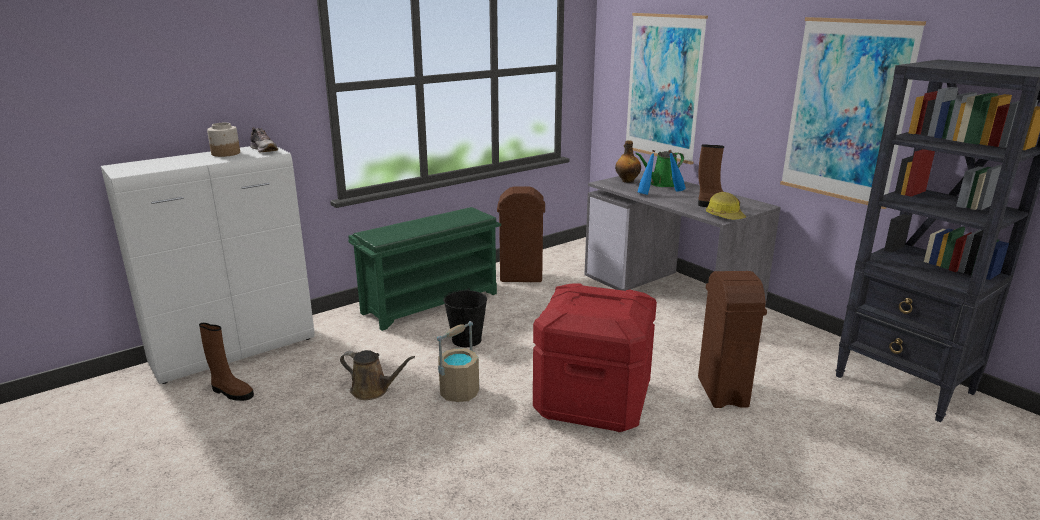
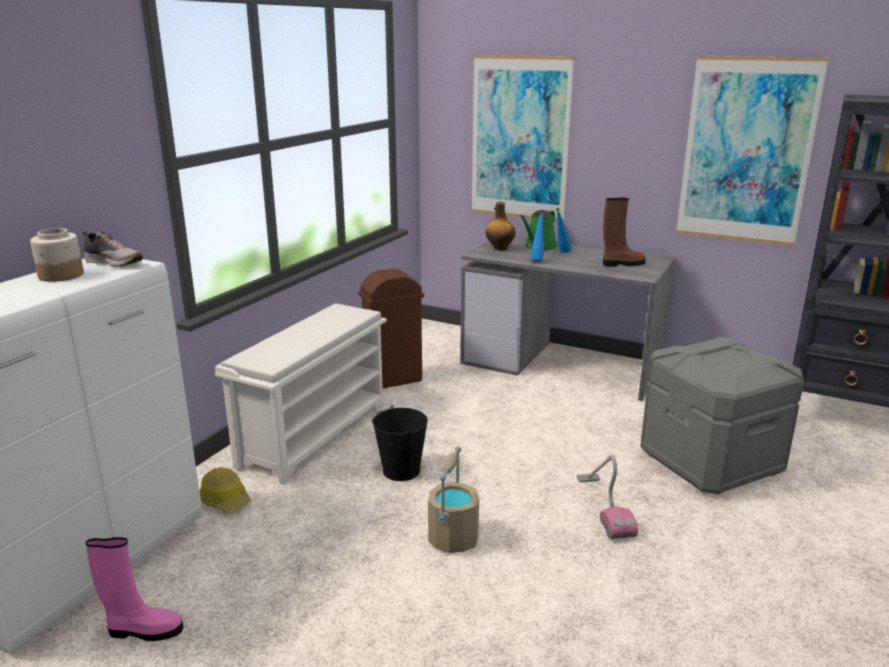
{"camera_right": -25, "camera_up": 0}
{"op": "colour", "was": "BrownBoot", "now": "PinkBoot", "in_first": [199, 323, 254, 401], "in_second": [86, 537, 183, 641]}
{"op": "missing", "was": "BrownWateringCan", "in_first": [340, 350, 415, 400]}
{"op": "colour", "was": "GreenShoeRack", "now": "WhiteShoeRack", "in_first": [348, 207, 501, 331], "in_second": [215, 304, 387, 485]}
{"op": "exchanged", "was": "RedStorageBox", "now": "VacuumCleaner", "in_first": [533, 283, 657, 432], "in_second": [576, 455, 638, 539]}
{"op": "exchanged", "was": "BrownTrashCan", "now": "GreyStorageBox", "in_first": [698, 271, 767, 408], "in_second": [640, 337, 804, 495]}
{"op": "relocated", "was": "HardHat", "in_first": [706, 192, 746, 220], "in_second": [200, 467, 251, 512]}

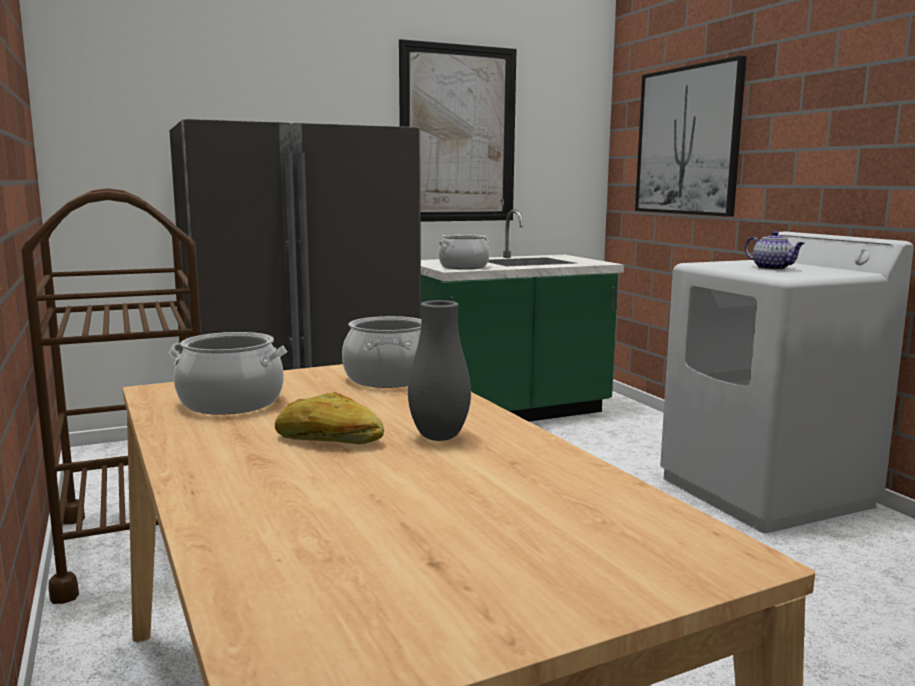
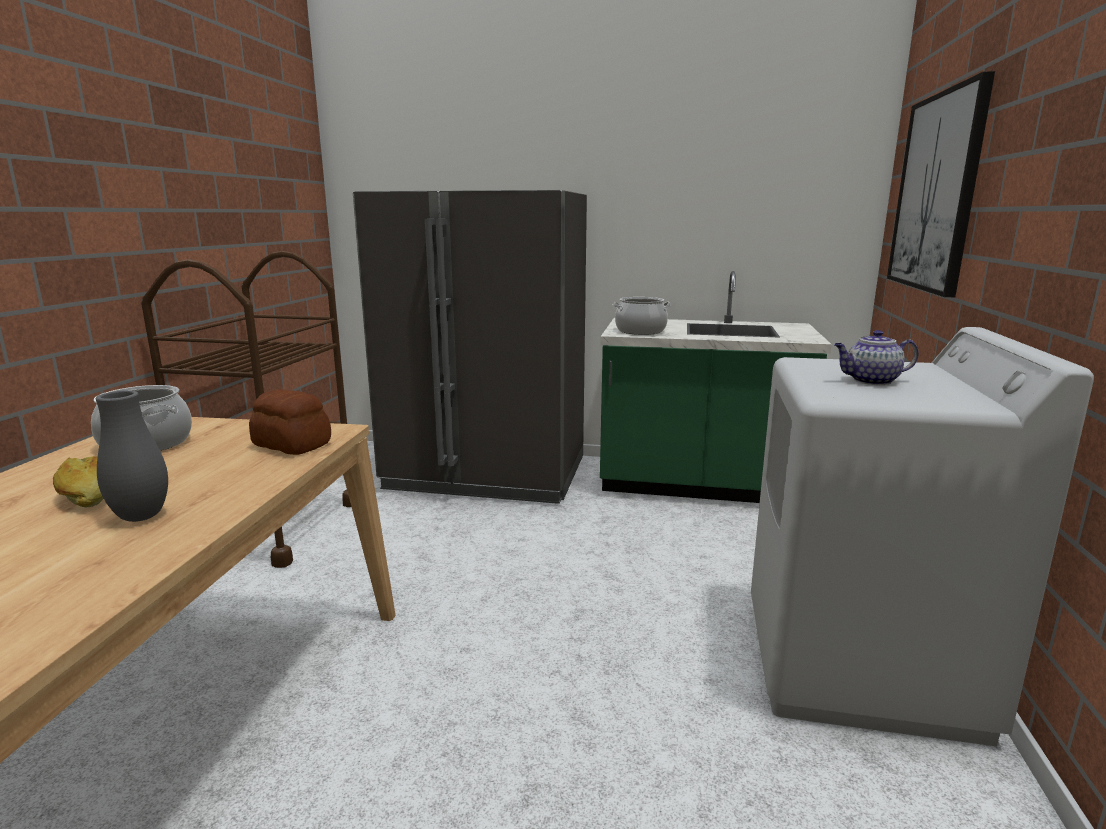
{"camera_right": 35, "camera_up": 5}
{"op": "exchanged", "was": "CookingPot", "now": "Bread", "in_first": [342, 316, 421, 388], "in_second": [249, 389, 331, 455]}
{"op": "missing", "was": "Picture", "in_first": [399, 39, 517, 222]}
{"op": "spun", "was": "Teapot", "in_first": [745, 231, 805, 270], "in_second": [834, 330, 919, 385], "clockwise": 90}

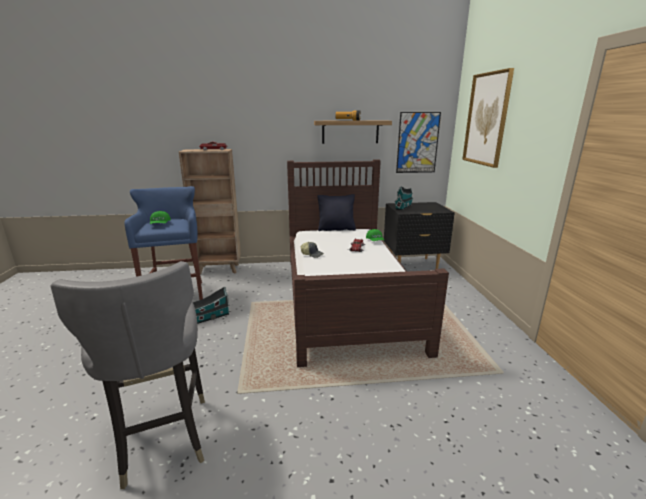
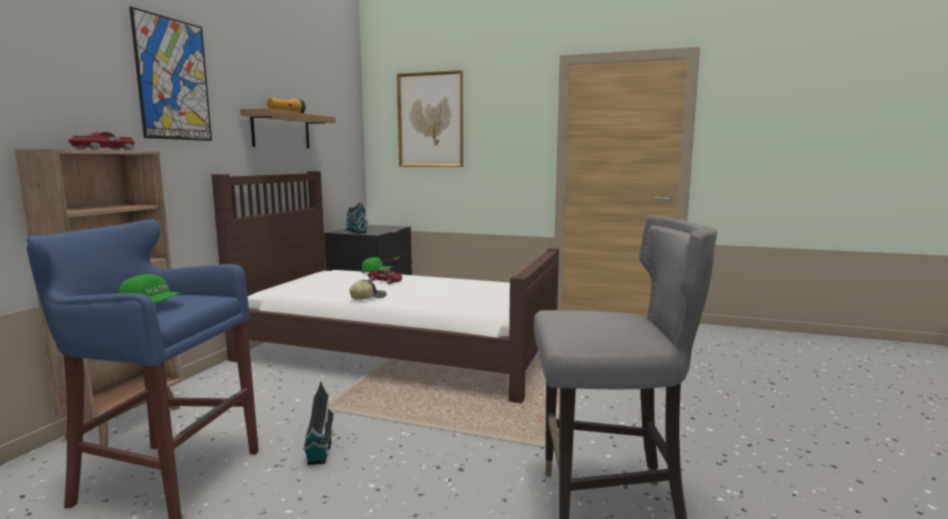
{"camera_right": -65, "camera_up": -10}
{"op": "missing", "was": "BlackPillow", "in_first": [317, 194, 356, 231]}
{"op": "relocated", "was": "Picture", "in_first": [396, 112, 441, 173], "in_second": [129, 7, 212, 141]}

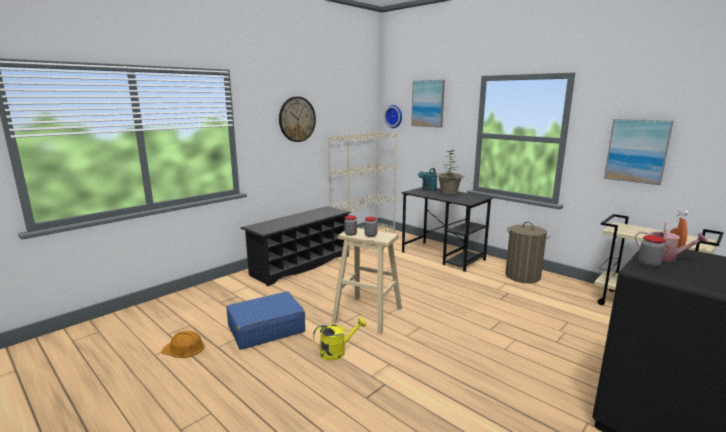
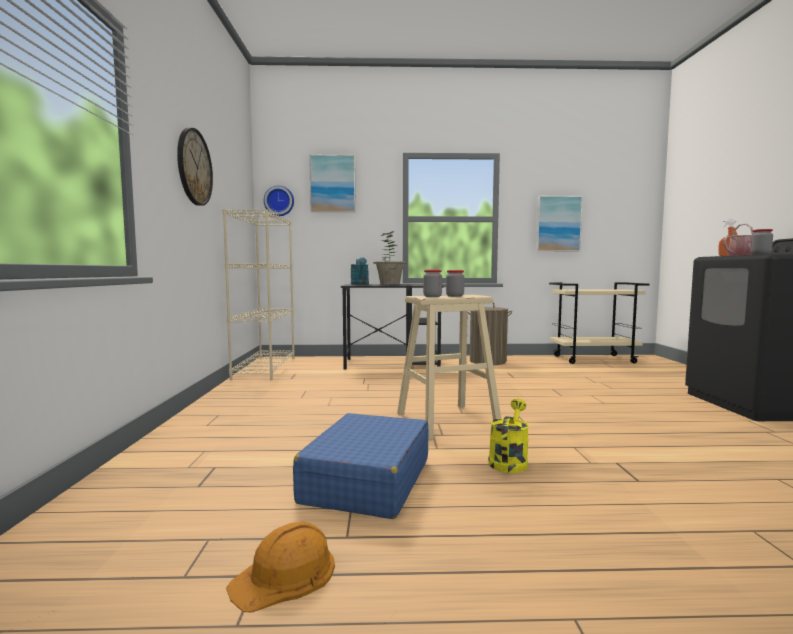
{"camera_right": -45, "camera_up": -10}
{"op": "missing", "was": "BlackShoeRack", "in_first": [240, 206, 351, 286]}

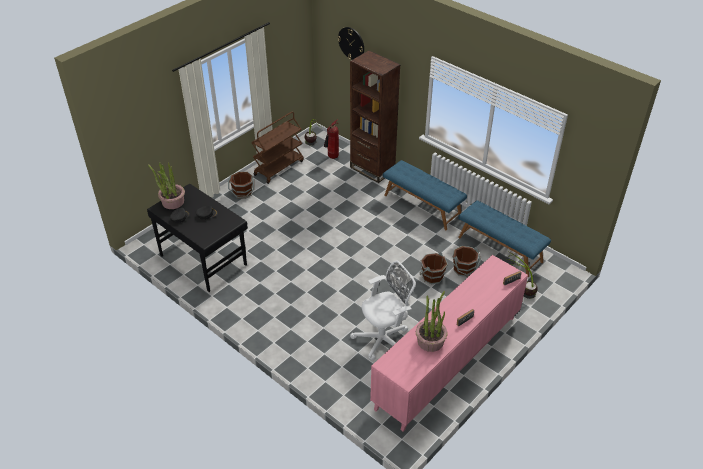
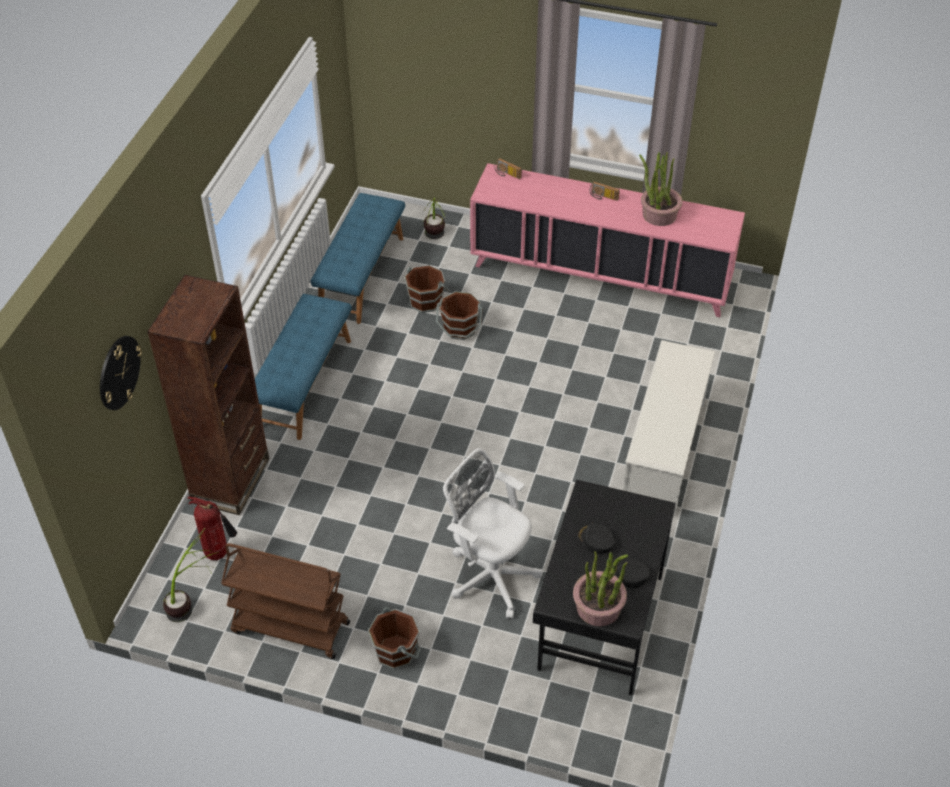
{"camera_right": -115, "camera_up": 5}
{"op": "relocated", "was": "WhiteOfficeChair", "in_first": [350, 261, 416, 360], "in_second": [443, 448, 543, 619]}
{"op": "appeared", "now": "WhiteShoeRack", "in_second": [623, 340, 715, 517]}

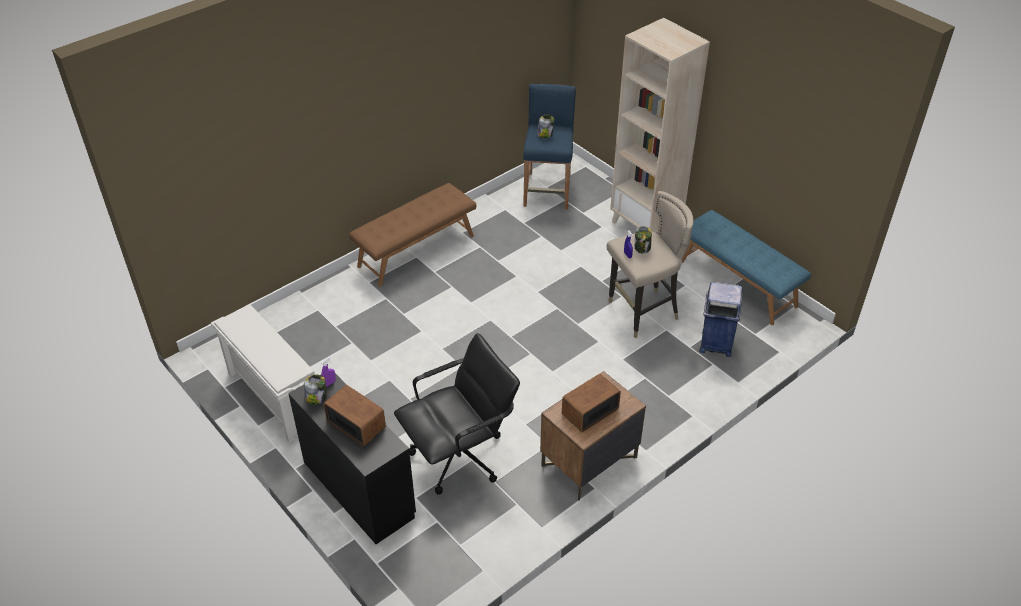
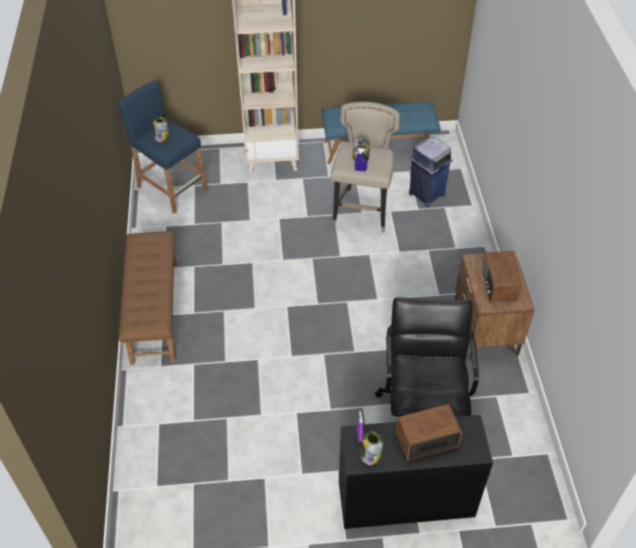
{"camera_right": -55, "camera_up": 5}
{"op": "missing", "was": "WhiteShoeRack", "in_first": [211, 304, 318, 443]}

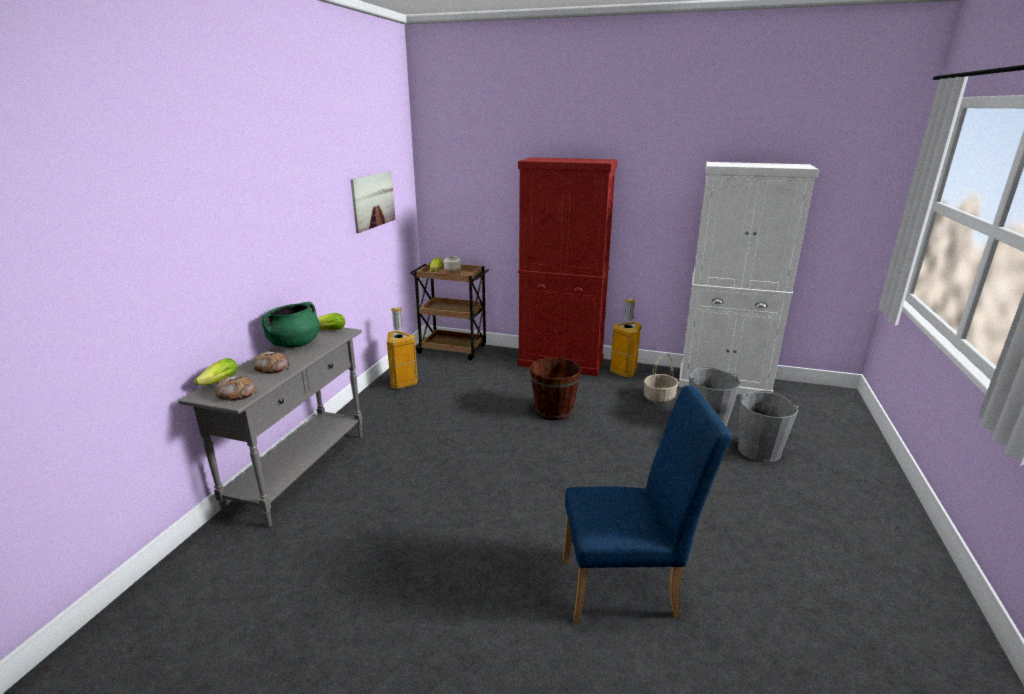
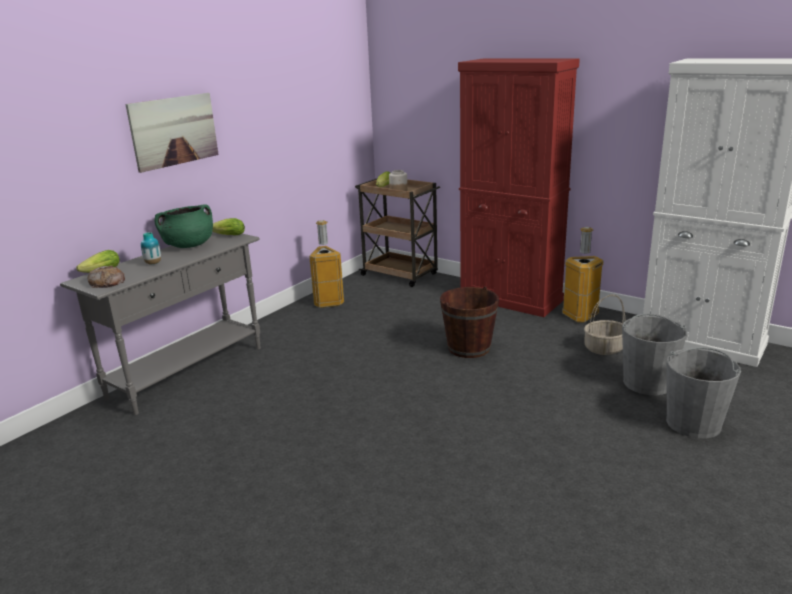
{"camera_right": 20, "camera_up": 0}
{"op": "exchanged", "was": "Bread", "now": "Vase", "in_first": [253, 351, 289, 374], "in_second": [141, 232, 161, 264]}
{"op": "relocated", "was": "Picture", "in_first": [351, 171, 395, 233], "in_second": [126, 93, 219, 173]}
{"op": "missing", "was": "BlueChair", "in_first": [563, 385, 733, 623]}

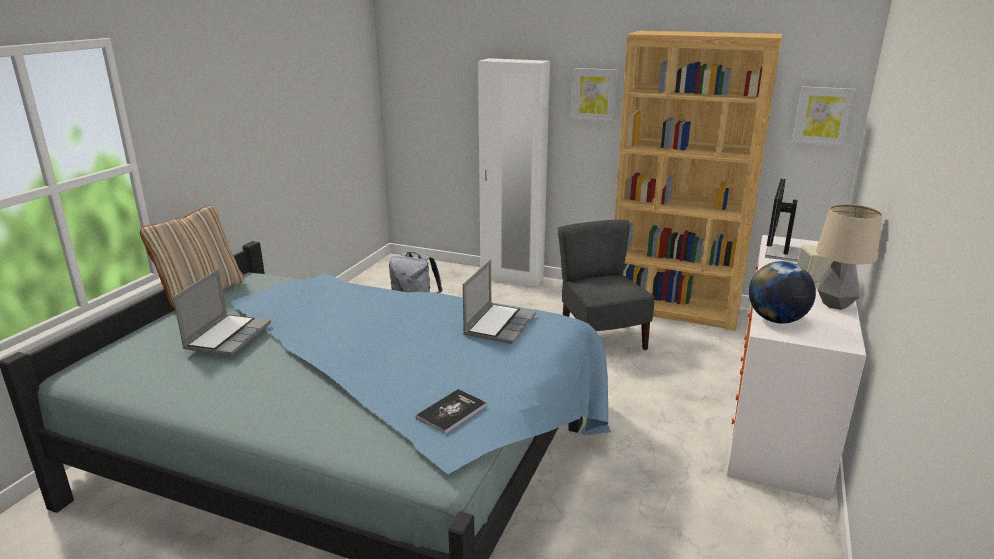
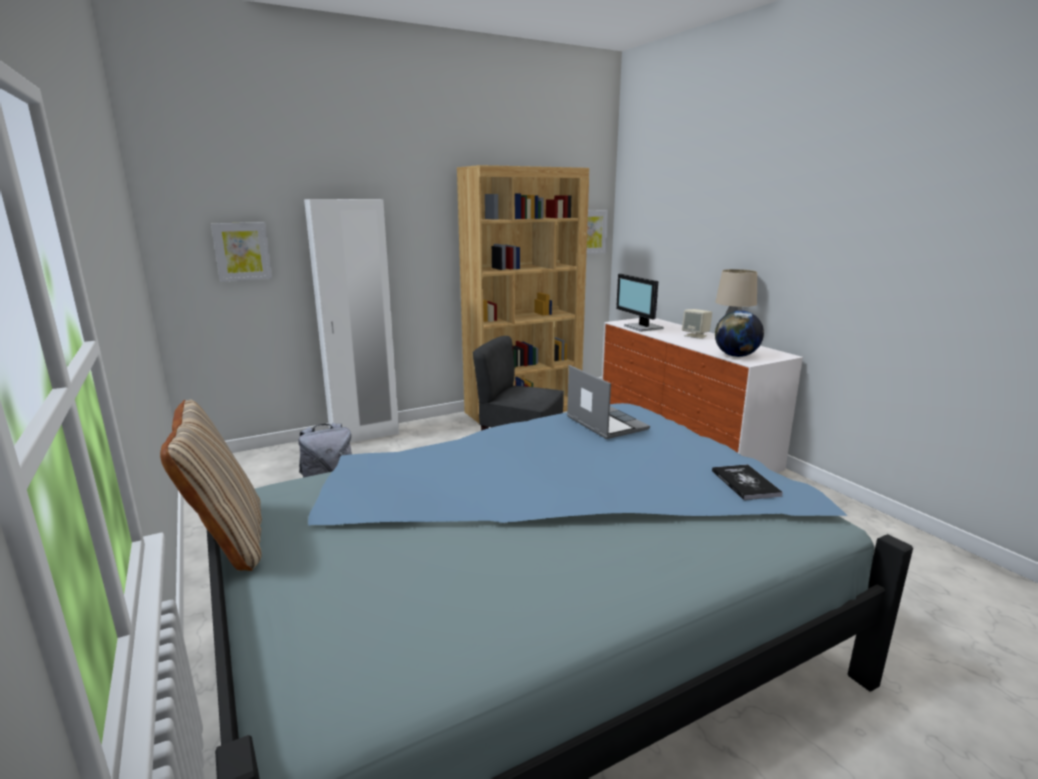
{"camera_right": -50, "camera_up": -5}
{"op": "missing", "was": "Laptop", "in_first": [173, 269, 271, 356]}
{"op": "relocated", "was": "Picture", "in_first": [571, 68, 618, 122], "in_second": [211, 222, 272, 282]}

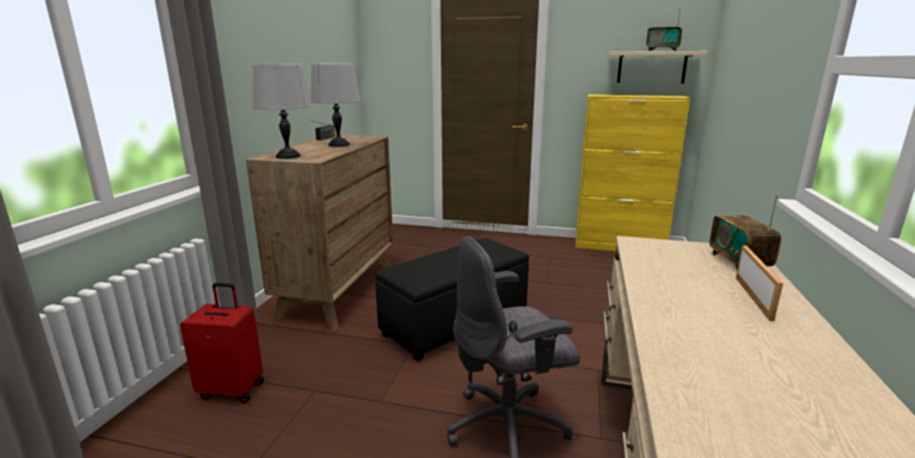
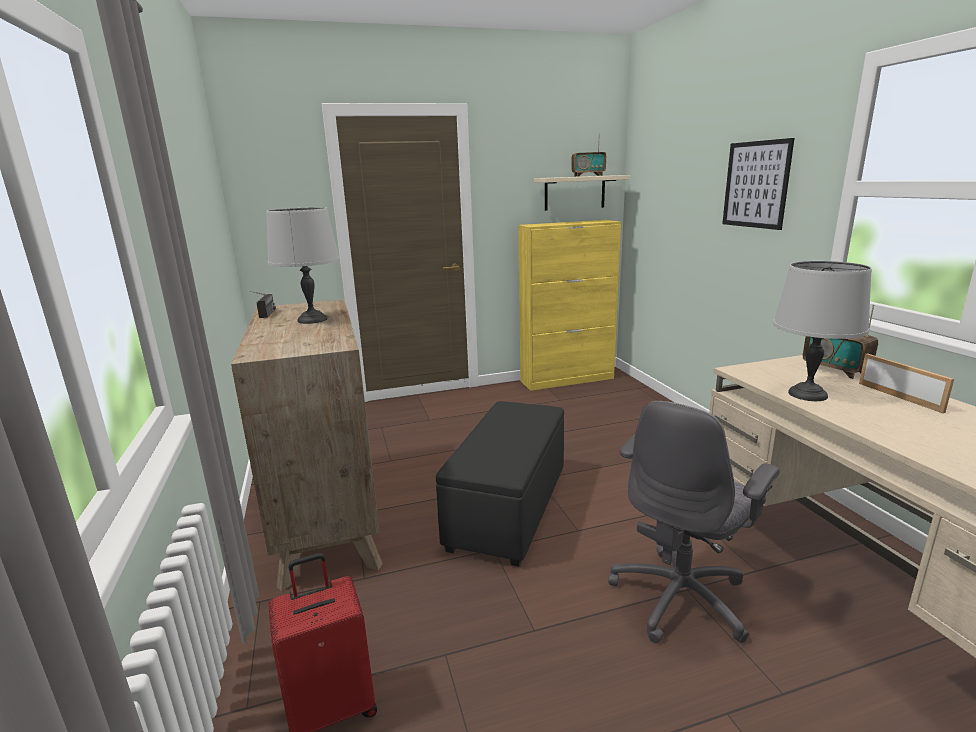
{"camera_right": -30, "camera_up": 0}
{"op": "relocated", "was": "GreyTableLamp", "in_first": [253, 64, 312, 159], "in_second": [773, 261, 872, 401]}
{"op": "appeared", "now": "Picture", "in_second": [722, 138, 795, 230]}

